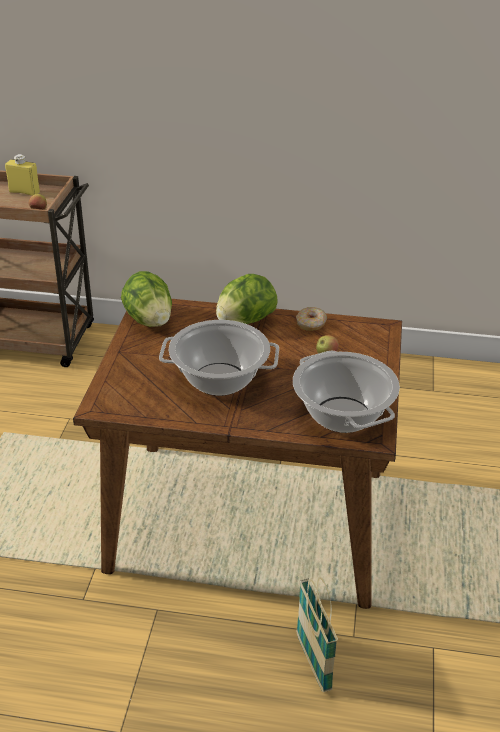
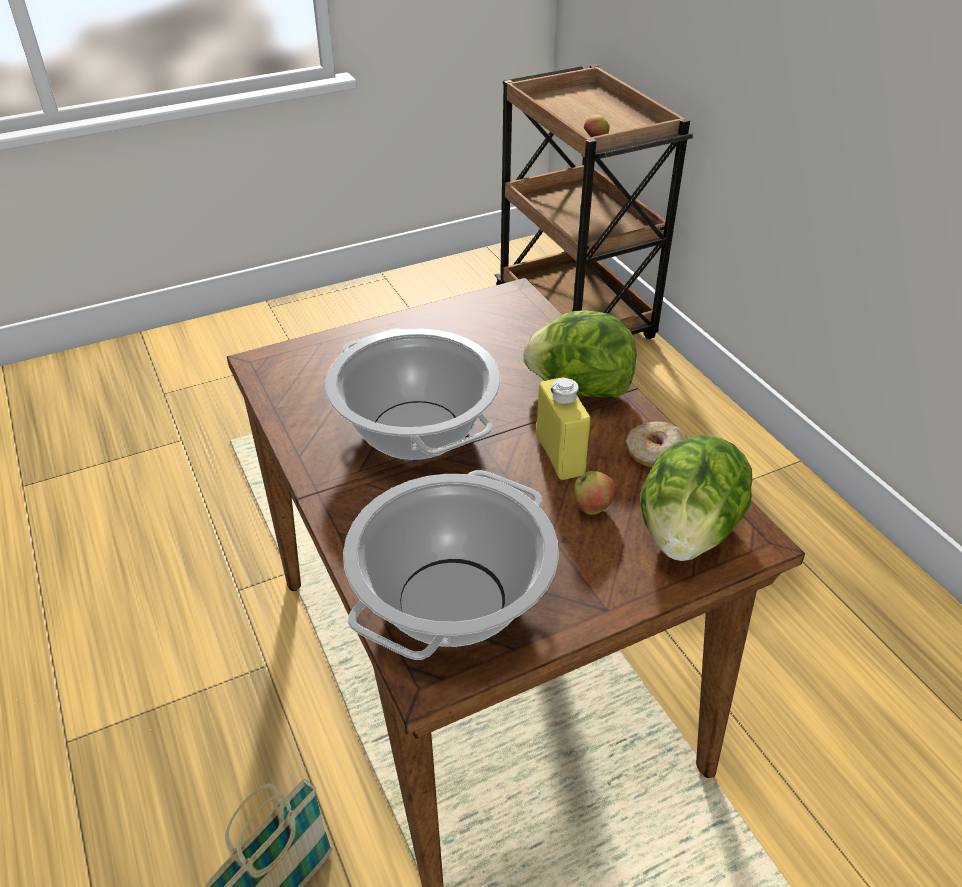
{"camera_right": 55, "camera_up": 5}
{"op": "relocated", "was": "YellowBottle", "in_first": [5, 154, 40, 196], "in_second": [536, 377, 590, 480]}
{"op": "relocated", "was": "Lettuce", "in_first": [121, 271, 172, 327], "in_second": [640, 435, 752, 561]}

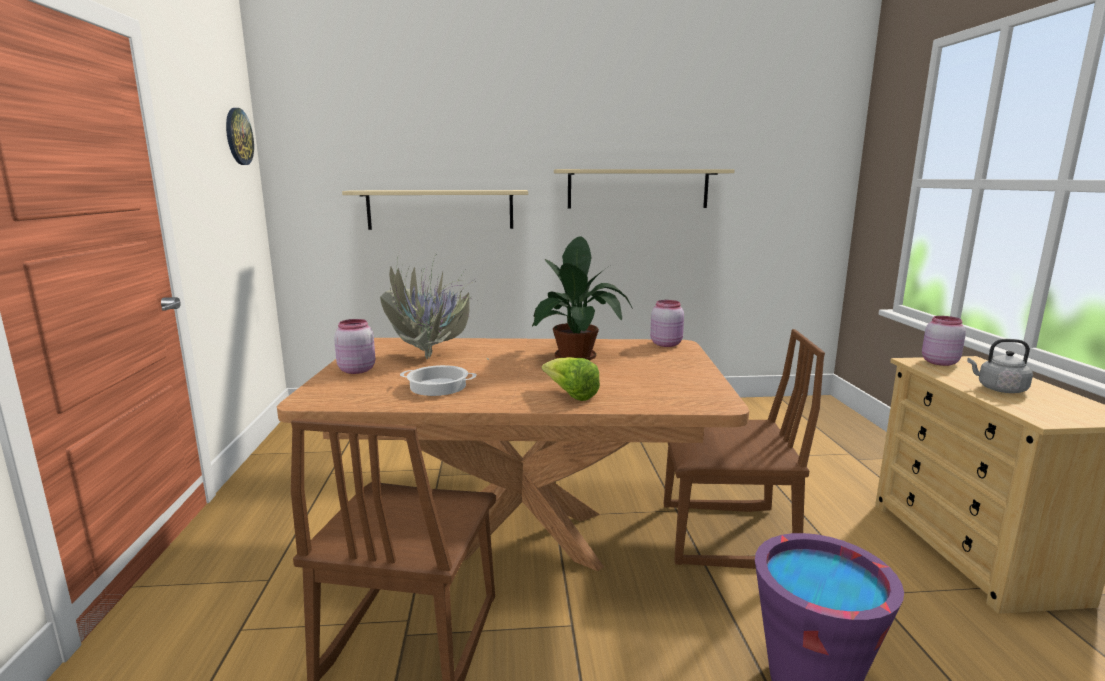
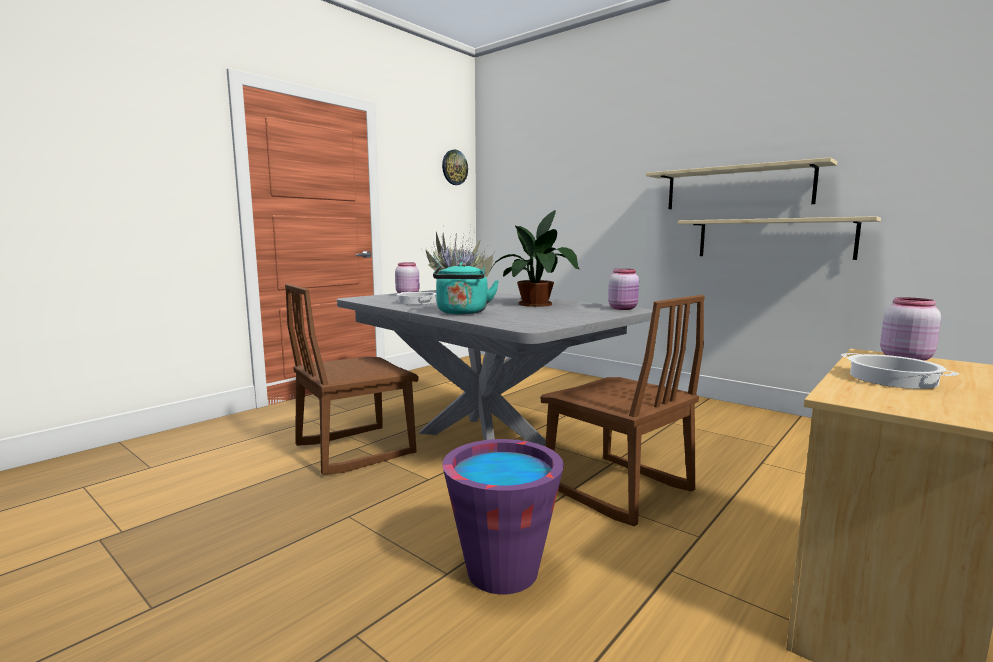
{"camera_right": 45, "camera_up": -5}
{"op": "colour", "was": "BrownDiningTable", "now": "GreyDiningTable", "in_first": [277, 338, 749, 571], "in_second": [337, 290, 653, 446]}
{"op": "relocated", "was": "BeigeShelf", "in_first": [342, 190, 528, 230], "in_second": [678, 216, 881, 260]}
{"op": "exchanged", "was": "Lettuce", "now": "TurquoiseKettle", "in_first": [542, 357, 600, 401], "in_second": [433, 262, 499, 314]}
{"op": "exchanged", "was": "GreyKettle", "now": "CookingPot", "in_first": [967, 339, 1033, 393], "in_second": [841, 353, 959, 389]}

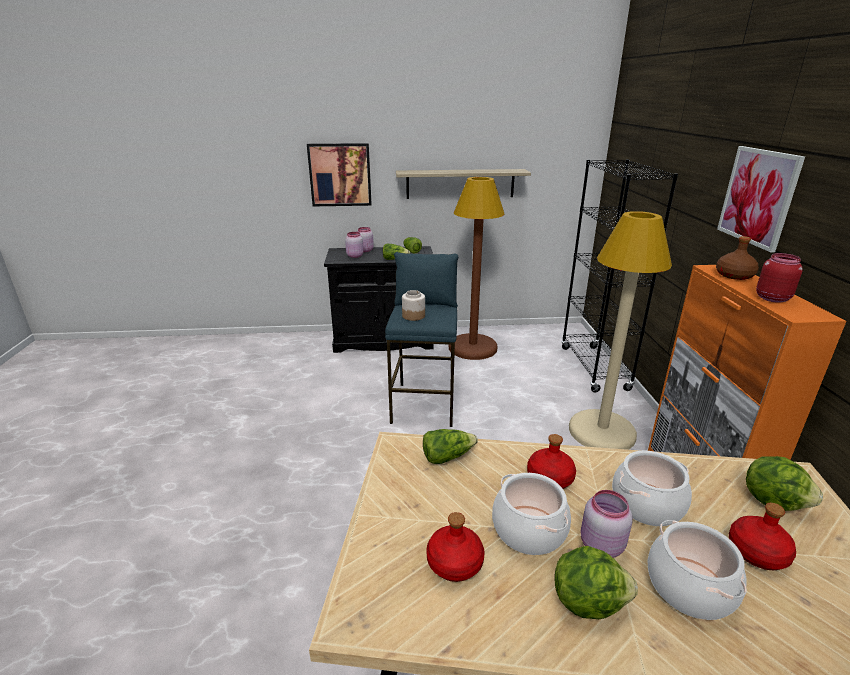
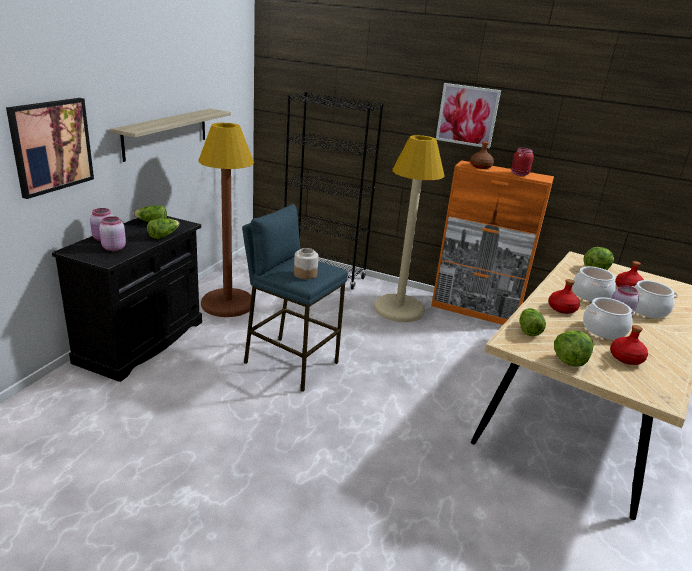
{"camera_right": -65, "camera_up": 0}
{"op": "relocated", "was": "Lettuce", "in_first": [555, 546, 638, 619], "in_second": [554, 330, 594, 367]}

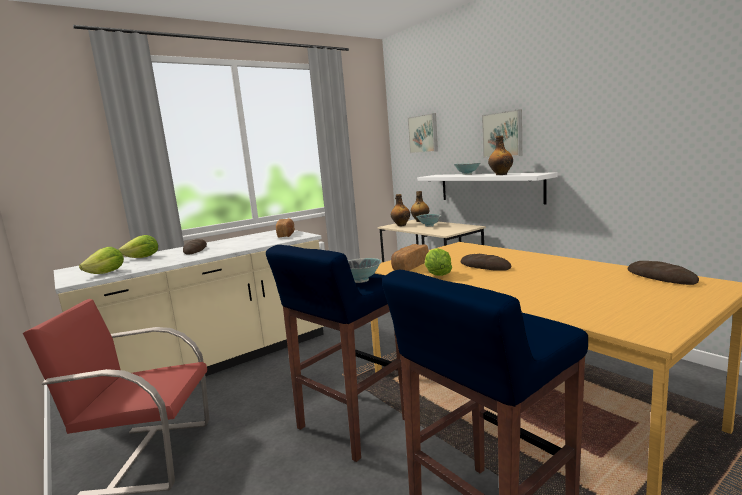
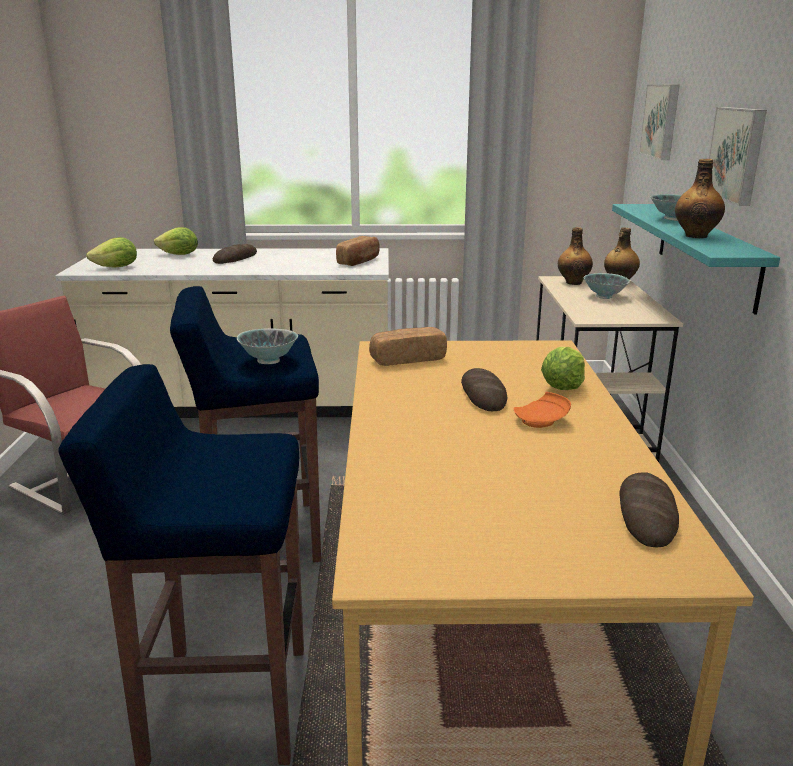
{"camera_right": 35, "camera_up": 10}
{"op": "colour", "was": "WhiteShelf", "now": "TurquoiseShelf", "in_first": [417, 172, 558, 204], "in_second": [612, 204, 780, 315]}
{"op": "relocated", "was": "Lettuce", "in_first": [425, 248, 452, 276], "in_second": [541, 347, 585, 390]}
{"op": "appeared", "now": "OrangePlate", "in_second": [513, 392, 571, 428]}

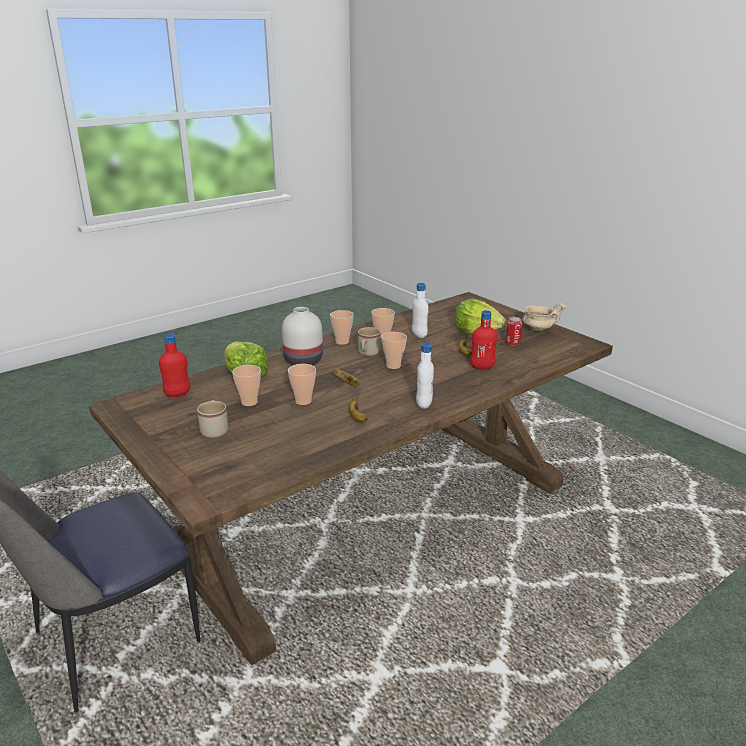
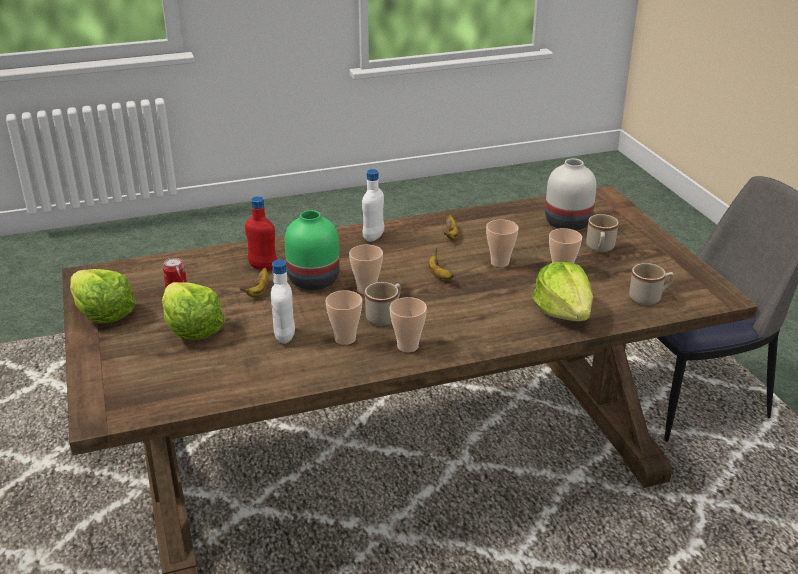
{"camera_right": -160, "camera_up": 5}
{"op": "exchanged", "was": "RedBottle", "now": "BeigeMug", "in_first": [159, 334, 190, 397], "in_second": [629, 263, 674, 305]}
{"op": "relocated", "was": "WhiteVase", "in_first": [282, 307, 323, 365], "in_second": [545, 159, 597, 230]}
{"op": "exchanged", "was": "BeigeBowl", "now": "Lettuce", "in_first": [523, 303, 567, 331], "in_second": [70, 269, 136, 323]}
{"op": "appeared", "now": "GreenVase", "in_second": [285, 210, 340, 290]}

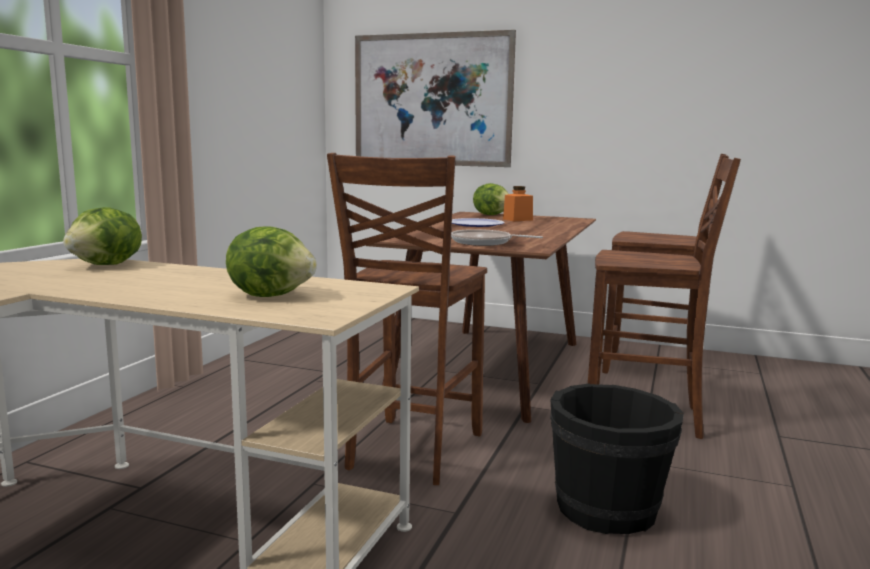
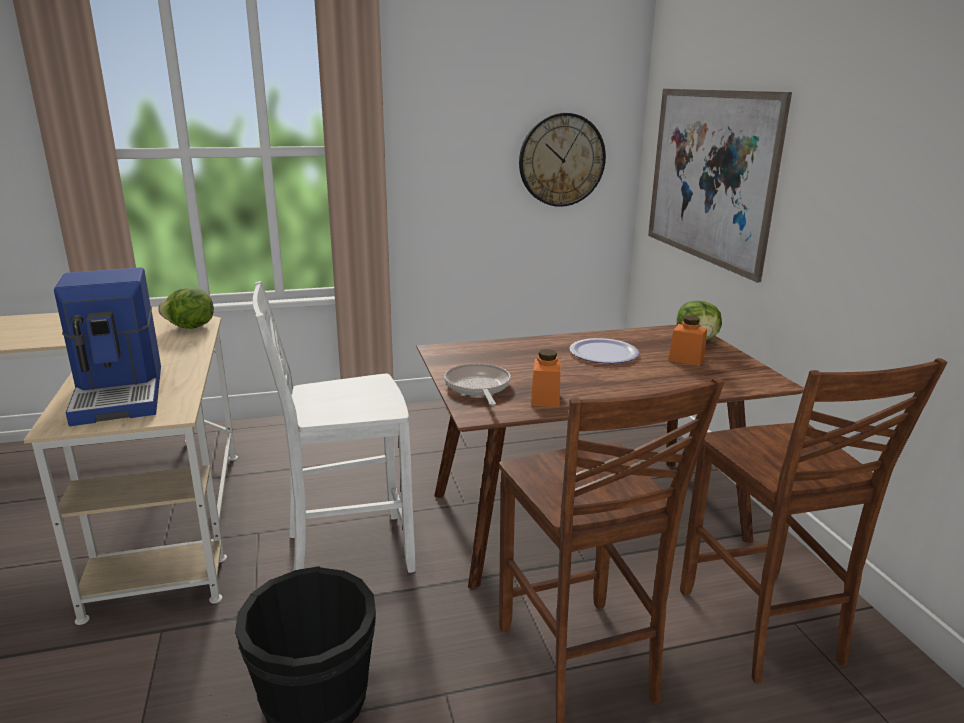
{"camera_right": 55, "camera_up": 10}
{"op": "exchanged", "was": "Lettuce", "now": "CoffeeMachine", "in_first": [226, 226, 317, 297], "in_second": [54, 267, 161, 426]}
{"op": "colour", "was": "BrownChair", "now": "WhiteChair", "in_first": [327, 153, 487, 485], "in_second": [253, 281, 415, 573]}
{"op": "appeared", "now": "WallClock", "in_second": [519, 113, 606, 207]}
{"op": "appeared", "now": "OrangeJar", "in_second": [531, 349, 561, 407]}

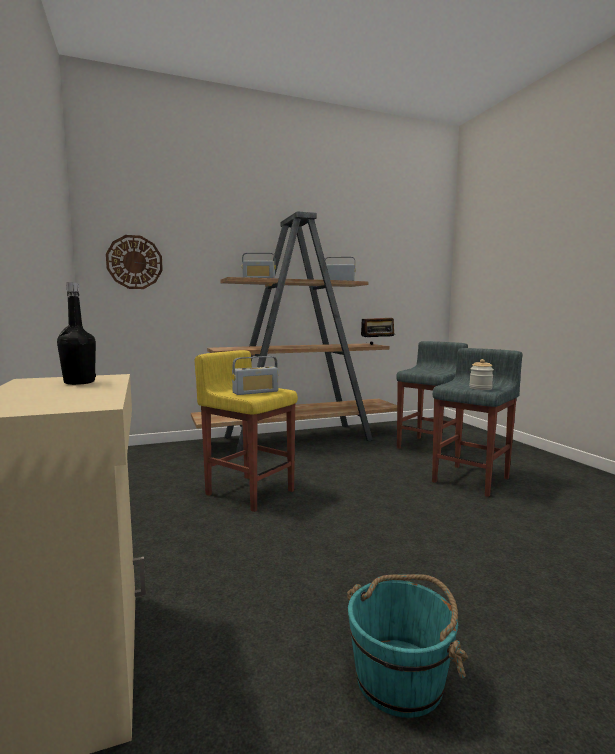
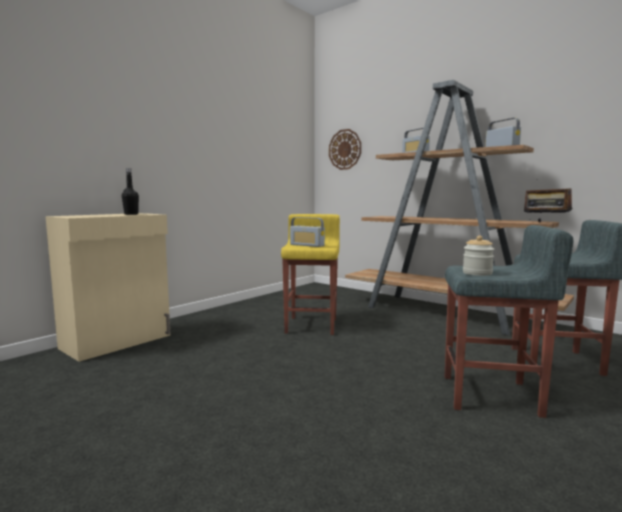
{"camera_right": 60, "camera_up": 0}
{"op": "missing", "was": "TurquoiseBucket", "in_first": [347, 574, 468, 718]}

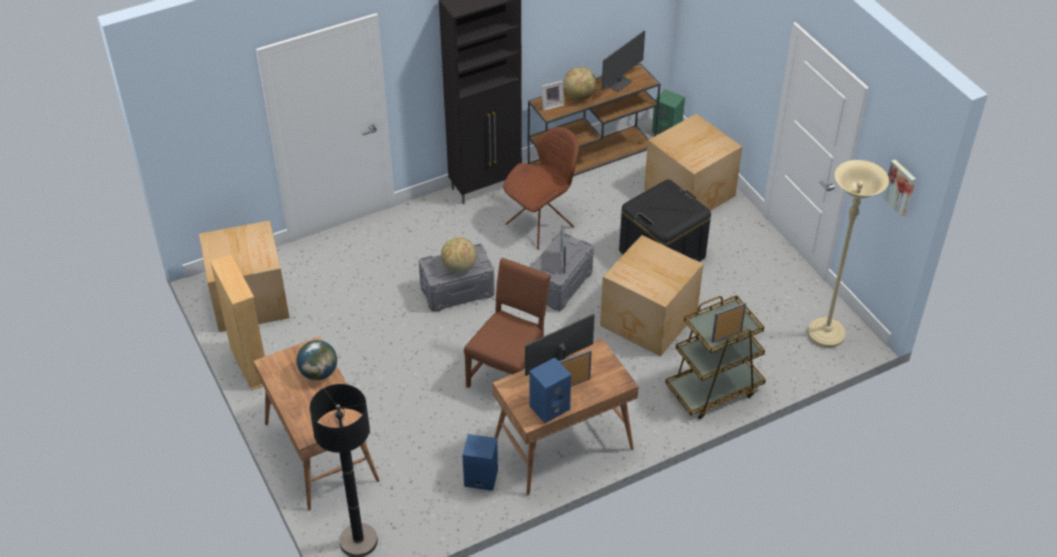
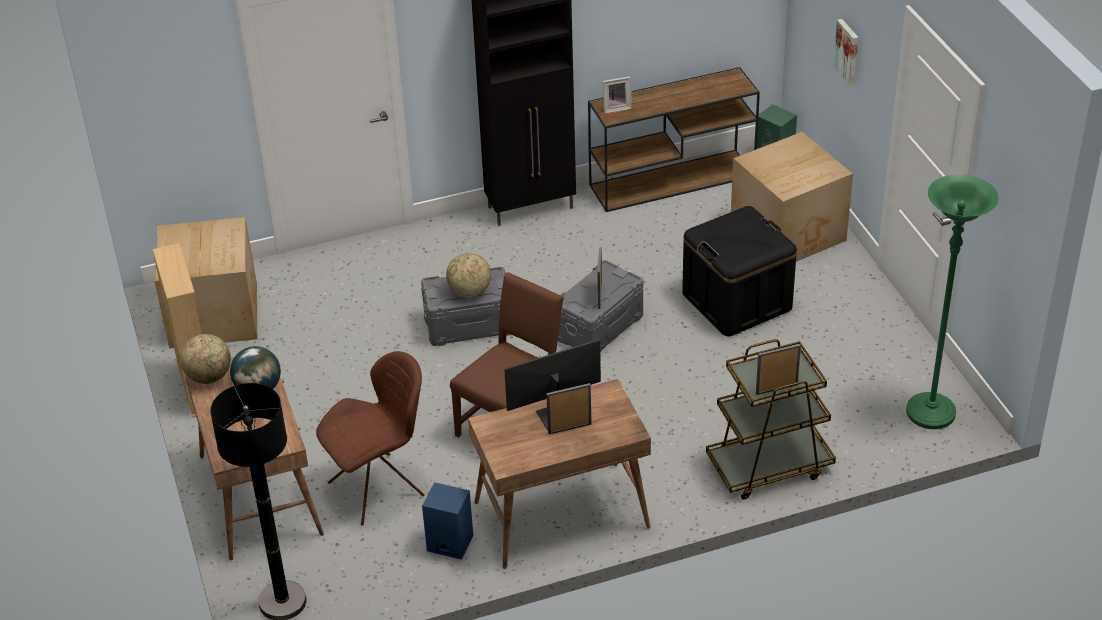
{"camera_right": 10, "camera_up": -5}
{"op": "relocated", "was": "BrownChair", "in_first": [503, 127, 579, 250], "in_second": [316, 351, 425, 526]}
{"op": "missing", "was": "BlueSpeaker", "in_first": [529, 357, 571, 423]}
{"op": "relocated", "was": "Globe", "in_first": [563, 67, 597, 100], "in_second": [180, 334, 231, 384]}
{"op": "missing", "was": "CardboardBox", "in_first": [600, 235, 703, 357]}
{"op": "missing", "was": "Monitor", "in_first": [602, 31, 645, 92]}
{"op": "colour", "was": "BeigeFloorLamp", "now": "GreenFloorLamp", "in_first": [808, 160, 889, 348], "in_second": [906, 174, 998, 429]}
{"op": "relocated", "was": "Picture", "in_first": [882, 160, 916, 217], "in_second": [833, 19, 858, 85]}

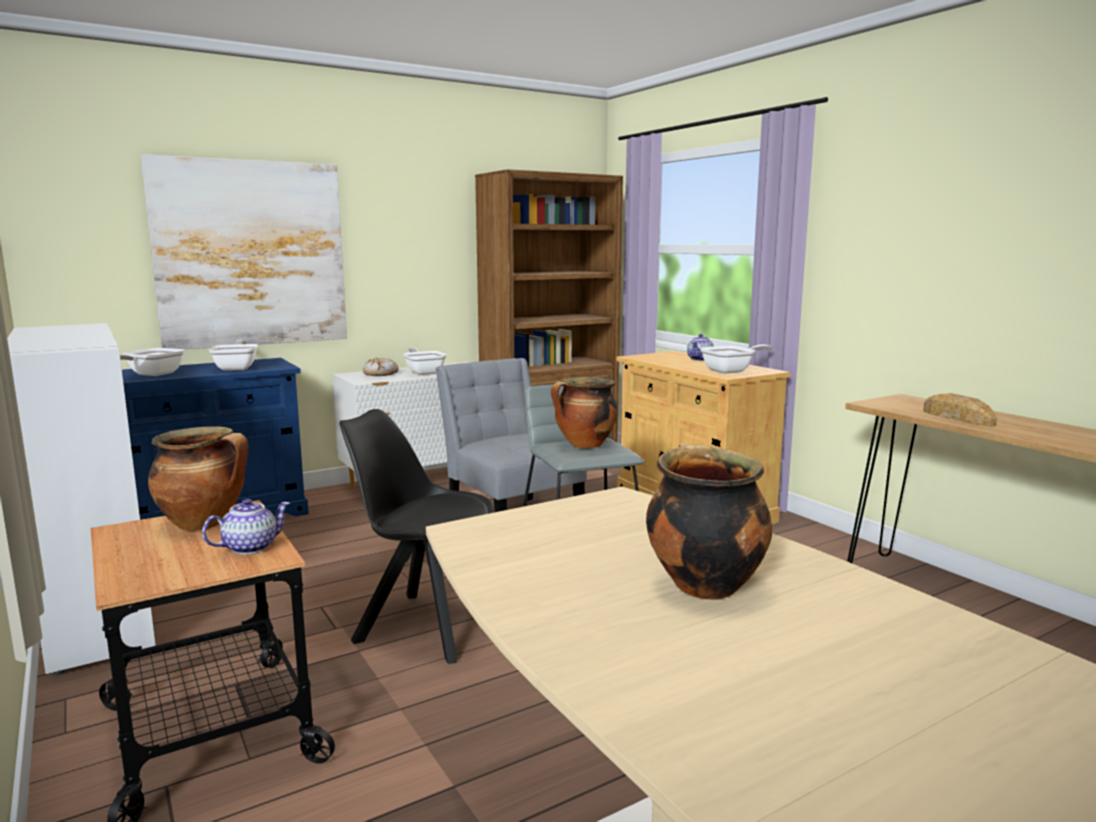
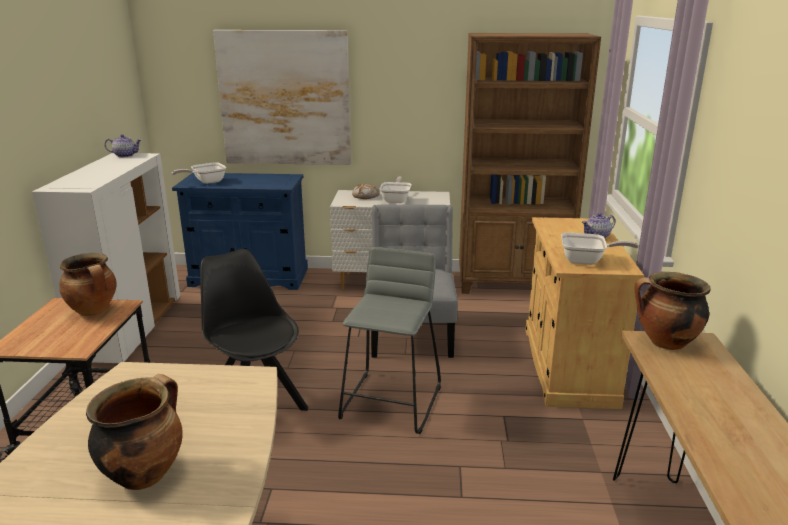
{"camera_right": 35, "camera_up": 10}
{"op": "relocated", "was": "Teapot", "in_first": [202, 498, 291, 554], "in_second": [104, 134, 141, 158]}
{"op": "missing", "was": "FryingPan", "in_first": [209, 340, 258, 371]}
{"op": "relocated", "was": "CookingPot", "in_first": [551, 377, 618, 448], "in_second": [634, 272, 711, 350]}
{"op": "missing", "was": "Bread", "in_first": [923, 393, 997, 427]}

